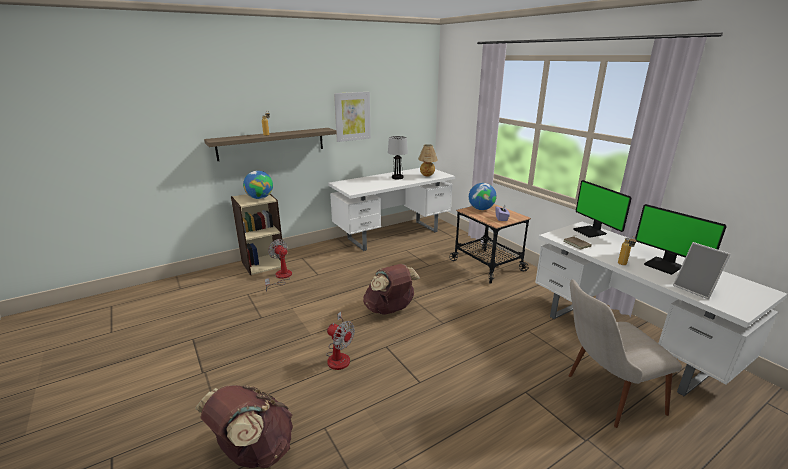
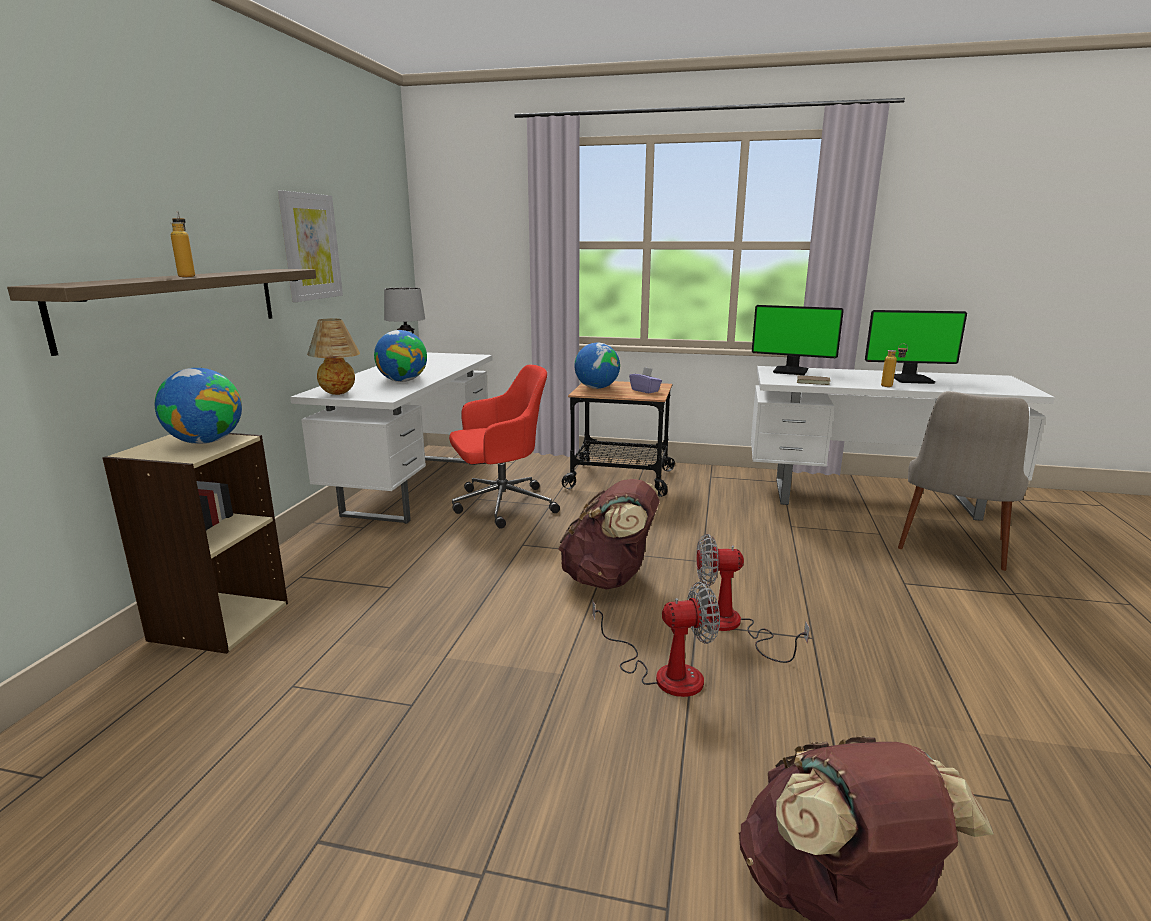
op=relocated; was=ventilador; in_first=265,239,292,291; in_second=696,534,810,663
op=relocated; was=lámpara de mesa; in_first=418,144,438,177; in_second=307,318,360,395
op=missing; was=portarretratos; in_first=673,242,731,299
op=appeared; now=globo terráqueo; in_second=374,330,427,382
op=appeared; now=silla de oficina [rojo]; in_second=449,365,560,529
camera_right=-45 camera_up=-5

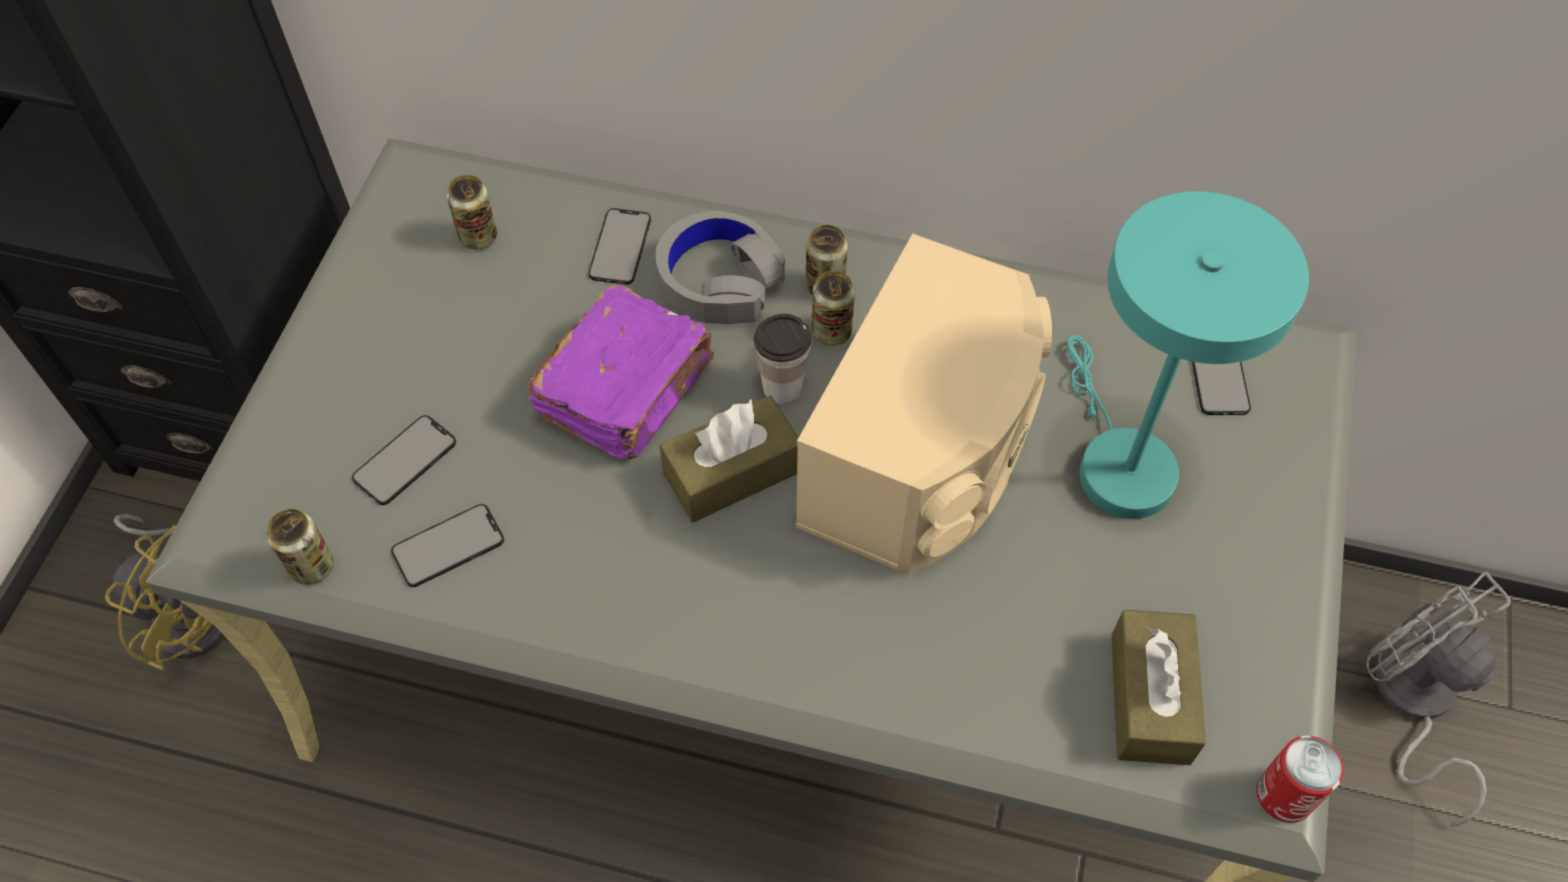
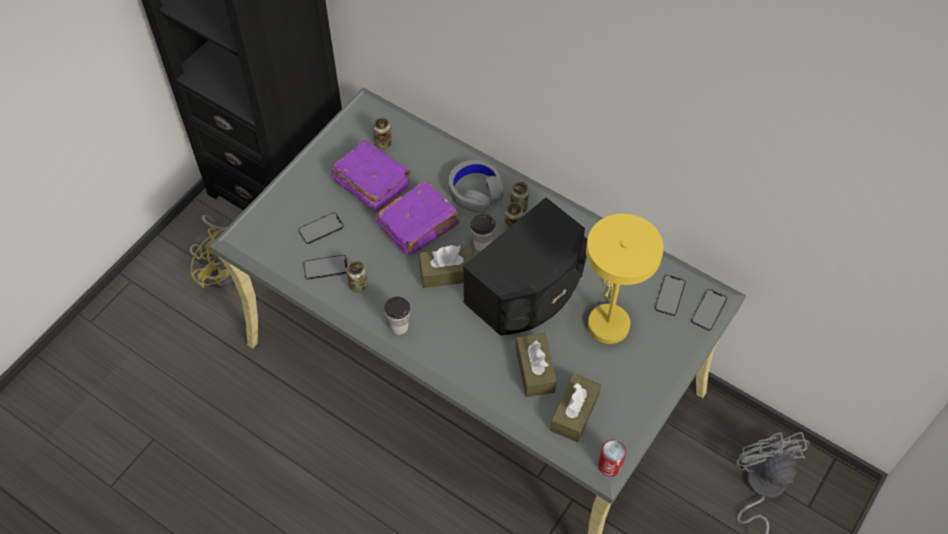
op=relocated; was=lata; in_first=267,509,334,585; in_second=346,261,368,293
op=relocated; was=móvil; in_first=588,208,651,285; in_second=691,289,727,331
op=colour; was=altavoz [beis]; now=altavoz [negro]; in_first=796,233,1052,575; in_second=463,198,588,336
op=colour; was=lámpara de mesa [turquesa]; now=lámpara de mesa [amarillo]; in_first=1067,191,1309,519; in_second=586,214,664,344
op=appeared; now=libro [morado]; in_second=331,140,411,211
op=appeared; now=taza; in_second=385,297,410,335
op=appeared; now=caja de pañuelos [marrón]; in_second=516,333,557,397
camera_right=20 camera_up=0

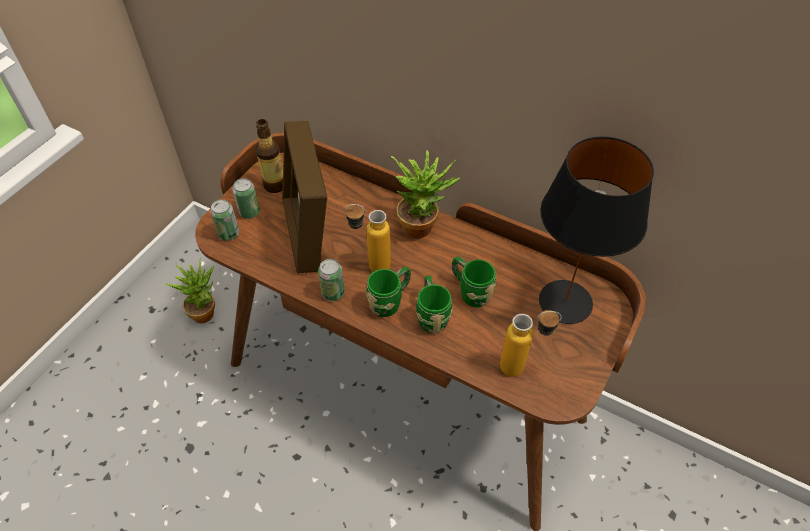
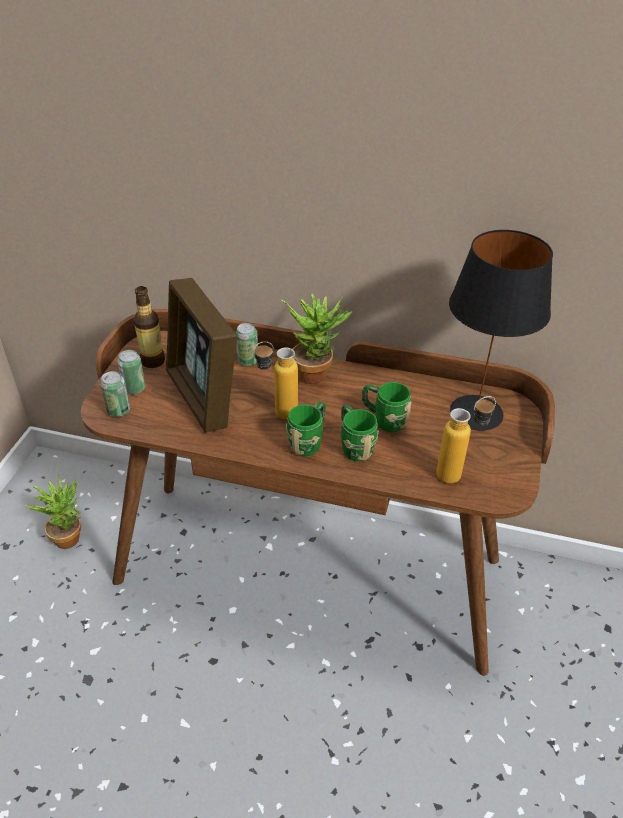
op=relocated; was=lata; in_first=318,259,345,301; in_second=236,323,258,366
camera_right=-15 camera_up=-10

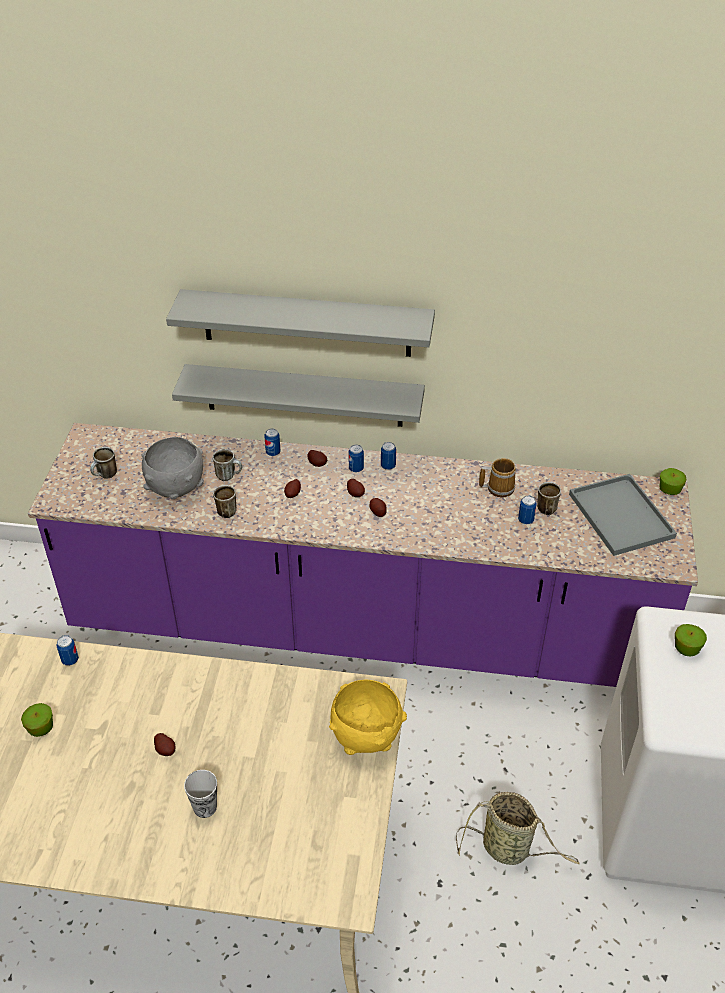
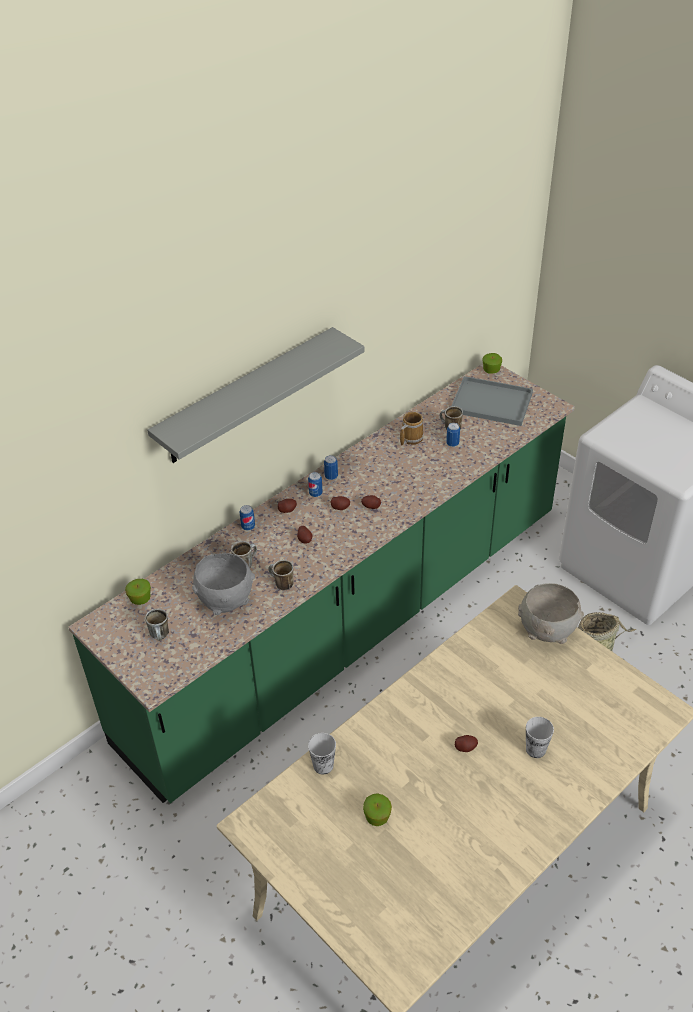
op=colour; was=mueble bajo de cocina [morado]; now=mueble bajo de cocina [verde]; in_first=28,423,698,687; in_second=68,364,575,803
op=exchanged; was=lata; now=taza; in_first=56,635,79,666; in_second=308,733,336,775
op=missing; was=estante [gris]; in_first=172,364,425,427
op=colour; was=cuenco [amarillo]; now=cuenco [gris]; in_first=329,680,407,755; in_second=518,583,584,644
op=relocated; was=manzana; in_first=675,624,707,657; in_second=125,579,151,605
camera_right=-50 camera_up=0

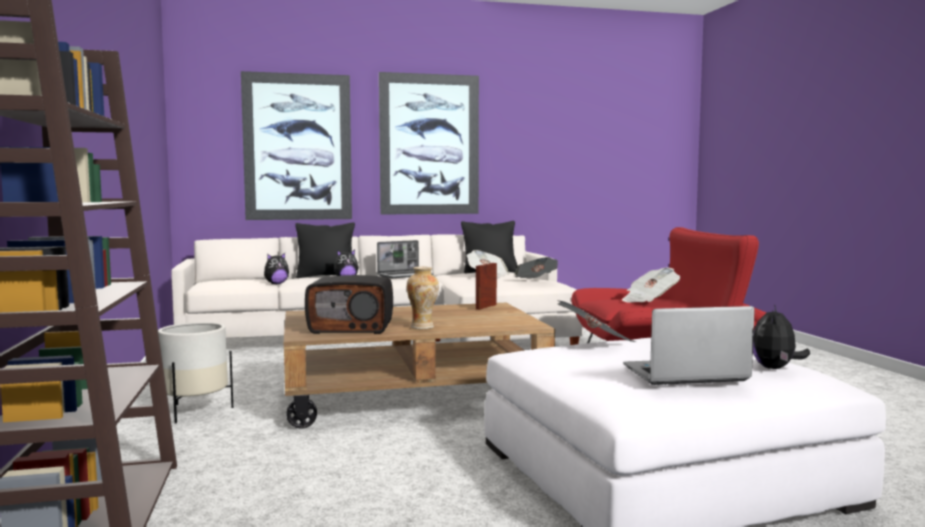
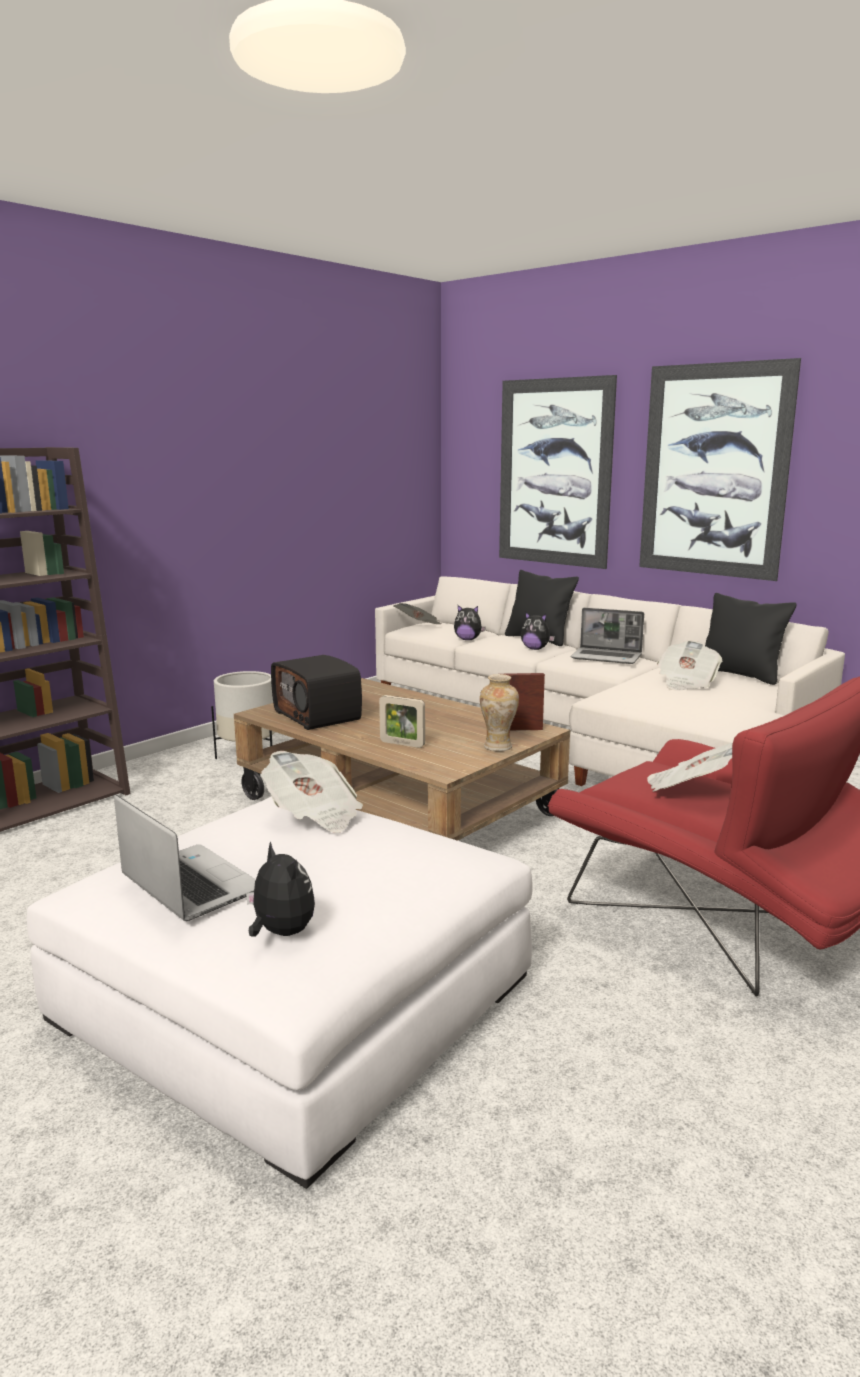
op=relocated; was=florero; in_first=407,266,439,329; in_second=480,674,519,751
op=relocated; was=periódico; in_first=515,257,558,279; in_second=393,603,441,624
op=spun; was=peluche; in_first=753,305,810,369; in_second=246,841,315,936; clockwise=60
op=appeared; now=portarretratos; in_second=379,695,425,748
camera_right=55 camera_up=10

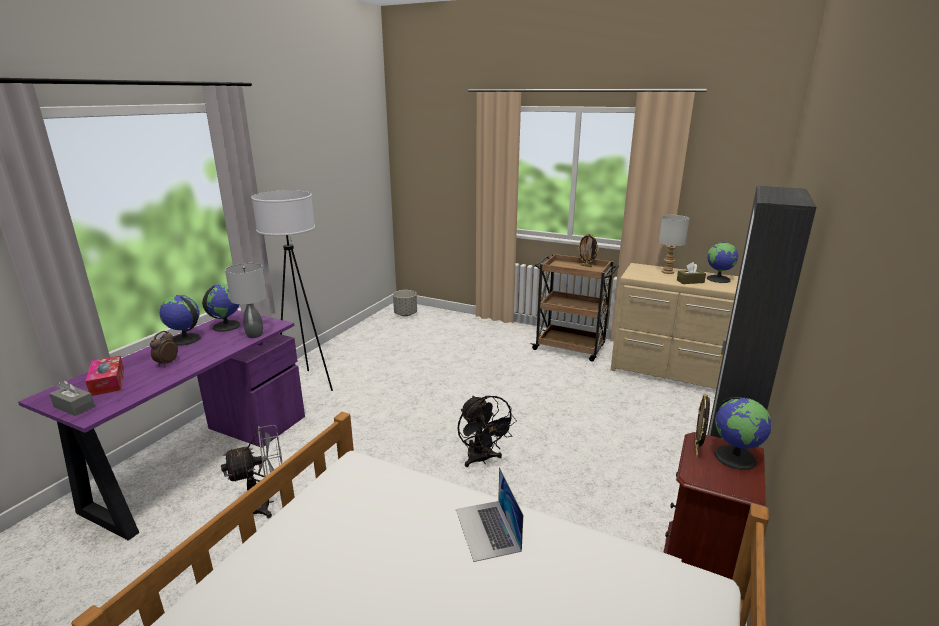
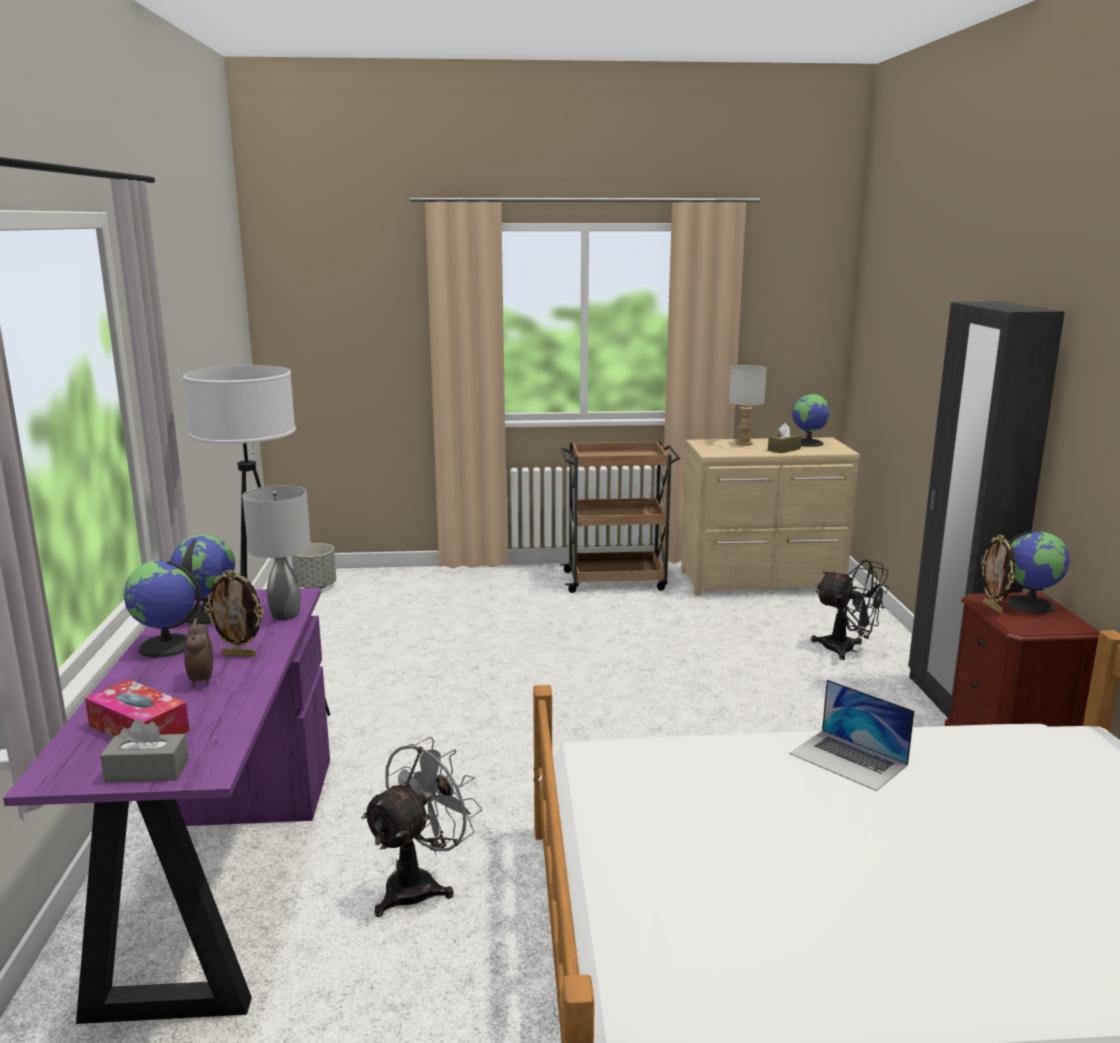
op=relocated; was=ventilador [negro]; in_first=458,396,517,467; in_second=811,560,889,660
op=relocated; was=portarretratos; in_first=578,233,599,267; in_second=204,570,264,657
camera_right=-30 camera_up=-5

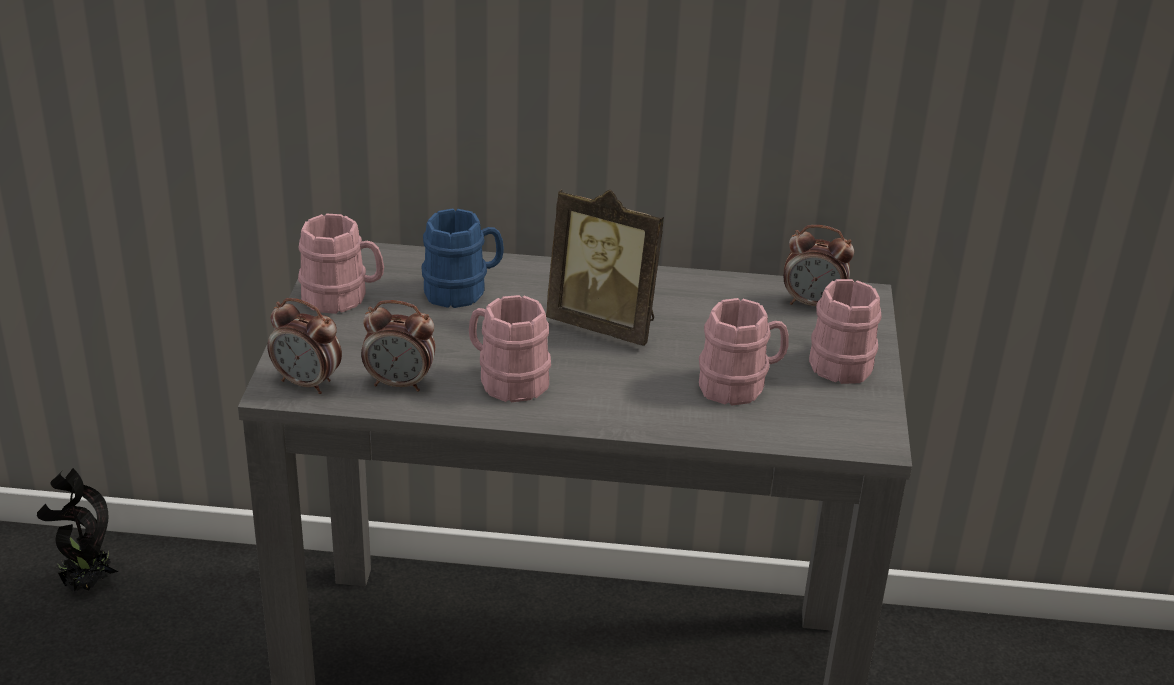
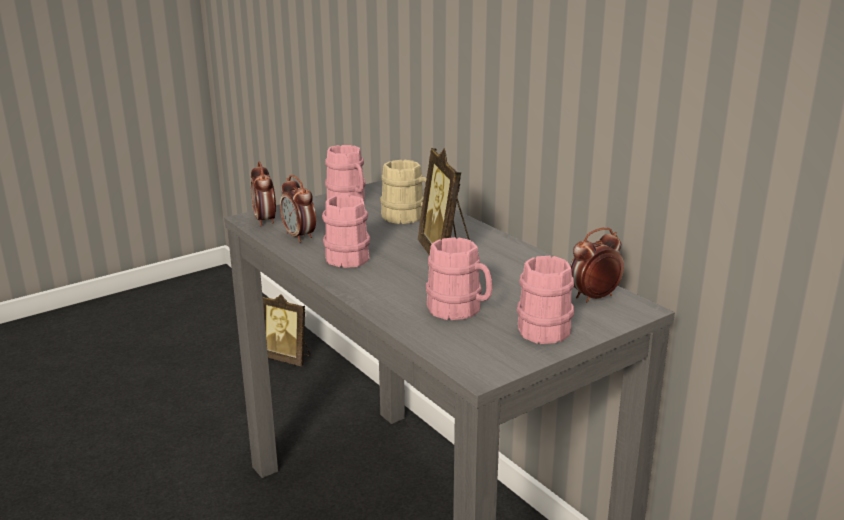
op=exchanged; was=planta en maceta; now=portarretratos; in_first=37,468,118,591; in_second=263,294,310,366
op=colour; was=taza grande [azul]; now=taza grande [beis]; in_first=421,208,504,308; in_second=380,160,427,224
op=spun; was=despertador; in_first=784,225,854,306; in_second=570,228,624,302; clockwise=90
camera_right=50 camera_up=-10

